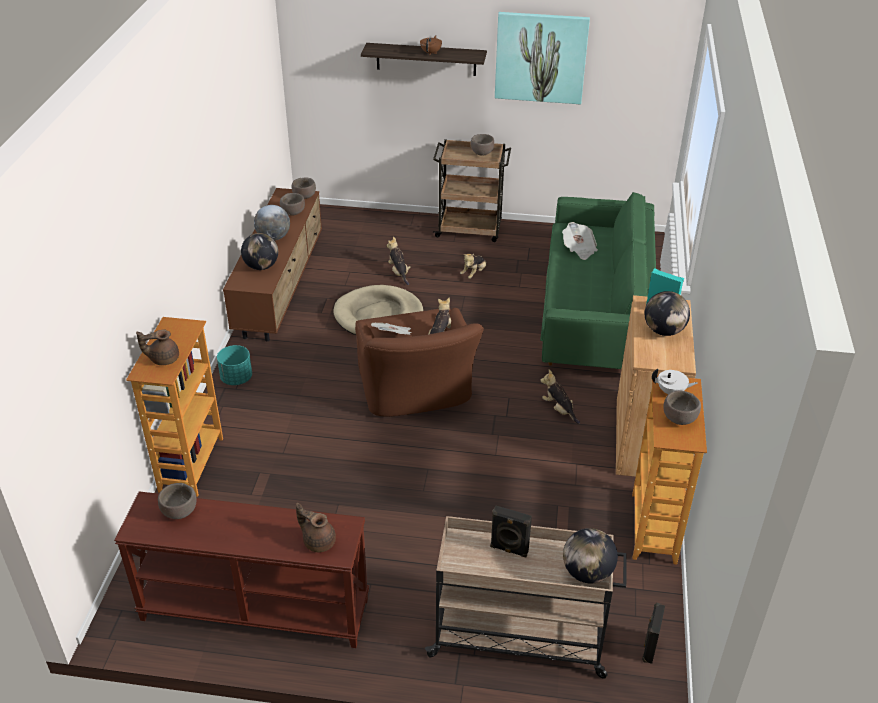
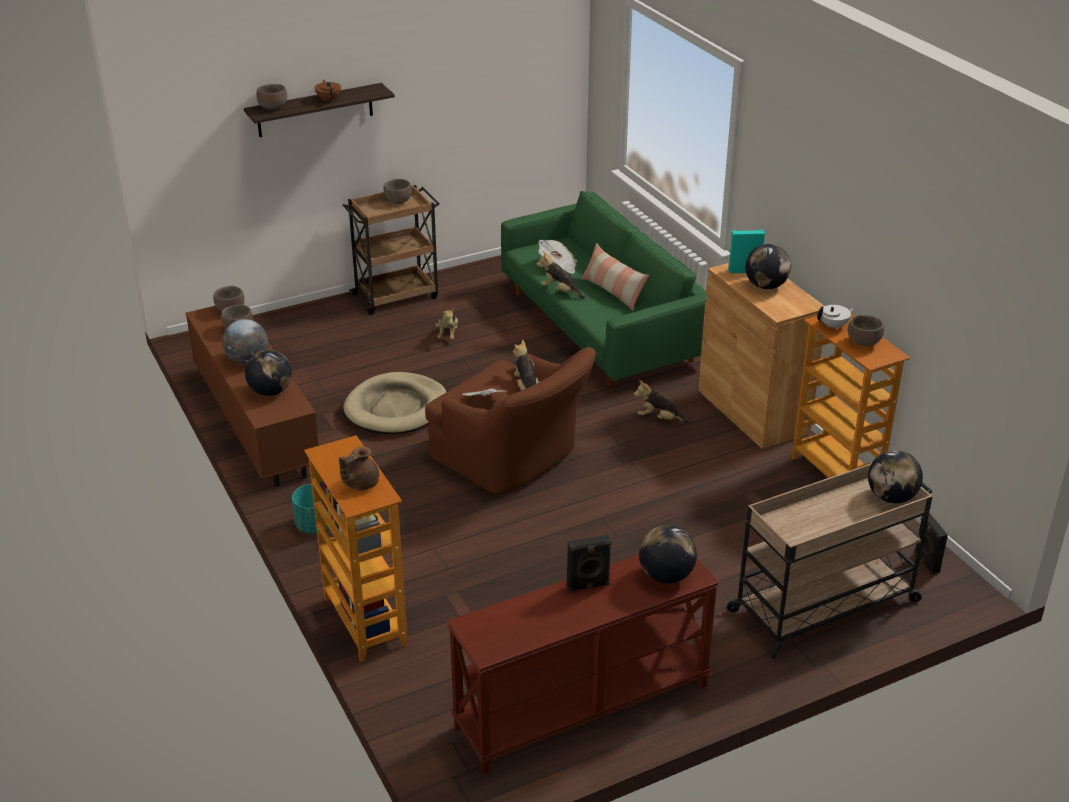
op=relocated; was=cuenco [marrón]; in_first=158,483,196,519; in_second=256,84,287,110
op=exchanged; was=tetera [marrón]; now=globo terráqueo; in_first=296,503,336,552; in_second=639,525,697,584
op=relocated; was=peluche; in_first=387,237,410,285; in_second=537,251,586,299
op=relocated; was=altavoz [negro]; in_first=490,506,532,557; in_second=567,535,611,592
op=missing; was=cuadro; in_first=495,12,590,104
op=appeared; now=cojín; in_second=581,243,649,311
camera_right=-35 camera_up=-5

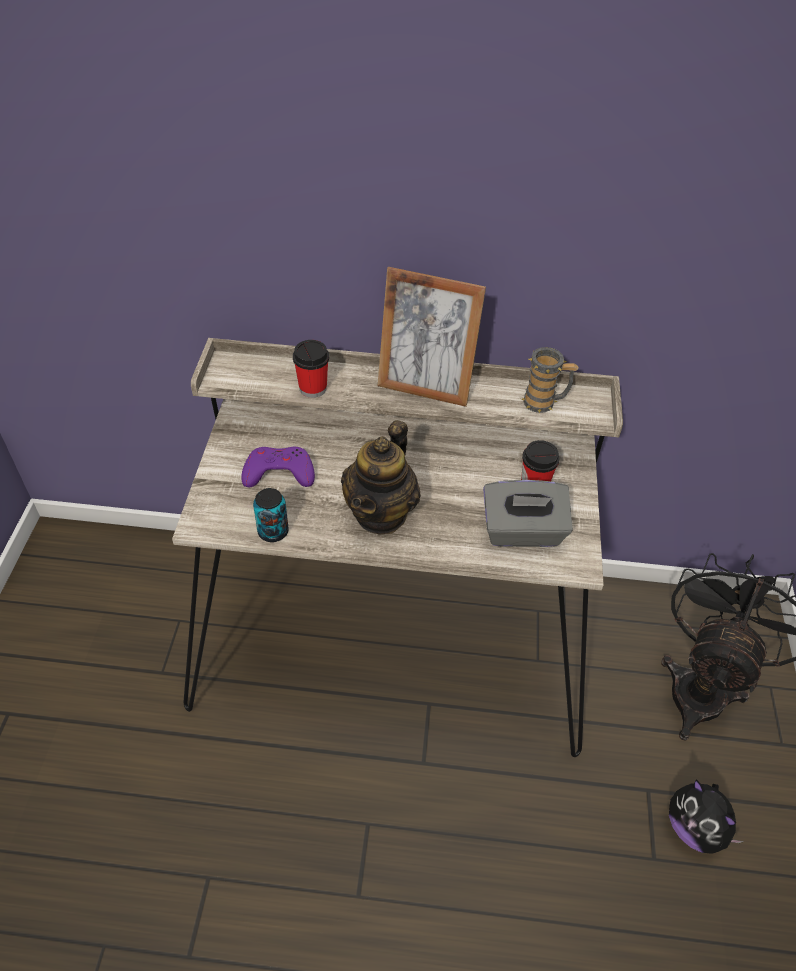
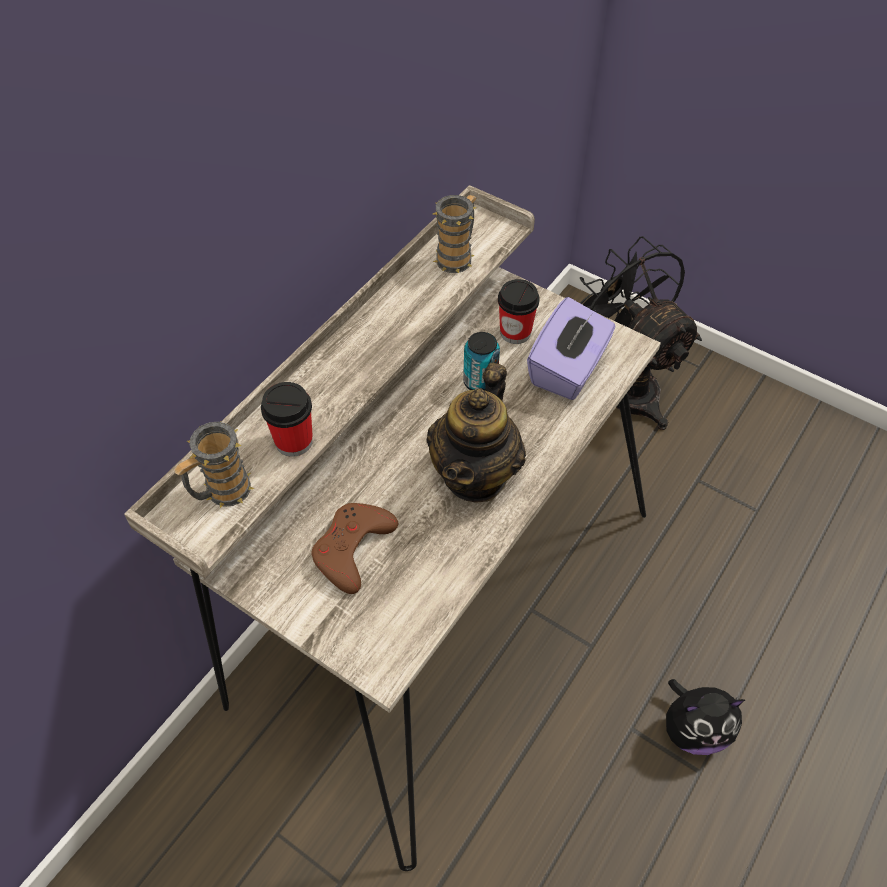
op=colour; was=mando de consola [morado]; now=mando de consola [marrón]; in_first=241,447,315,487; in_second=311,503,398,594
op=relocated; was=lata; in_first=253,488,289,542; in_second=463,332,500,390
op=spun; was=tetera; in_first=341,420,421,534; in_second=426,363,526,503; clockwise=60
op=missing; was=portarretratos; in_first=378,267,486,407
op=colour; was=caja de pañuelos [gris]; now=caja de pañuelos [morado]; in_first=483,480,573,547; in_second=527,297,616,400
op=relocated; was=peluche; in_first=669,779,744,854; in_second=666,679,745,755
op=appeared; now=taza grande; in_second=174,421,254,508
camera_right=-60 camera_up=5

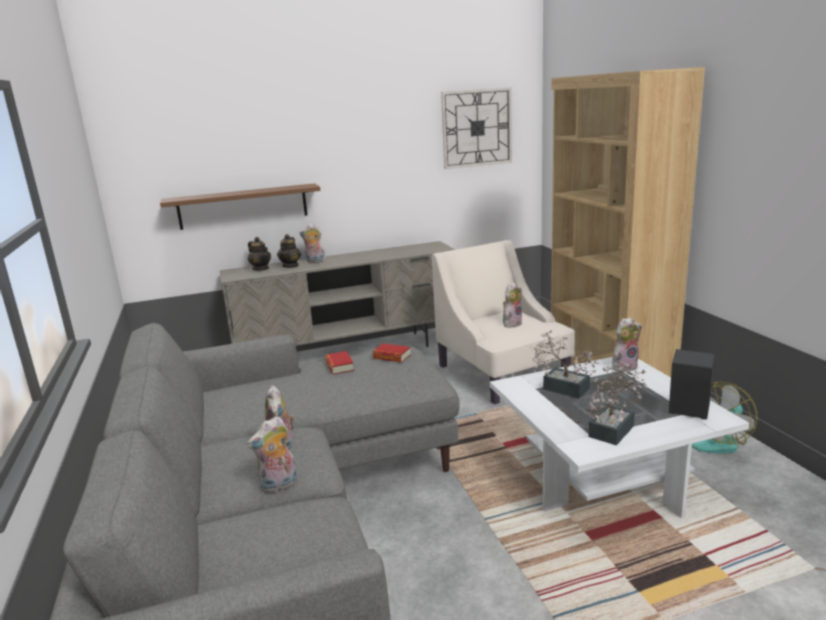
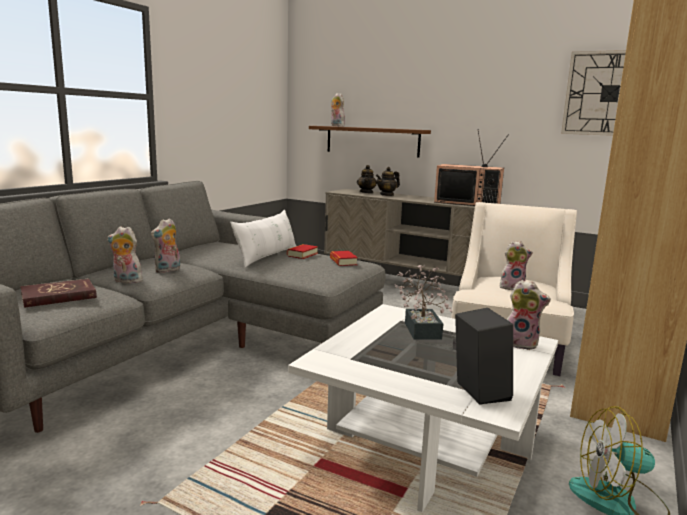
op=relocated; was=peluche; in_first=300,224,326,263; in_second=331,93,345,126
op=missing; was=planta en maceta; in_first=587,364,647,445
op=appeared; now=libro [rojo]; in_second=20,278,97,308
op=appeared; now=cojín [blanco]; in_second=230,210,296,268
op=appeared; now=televisor; in_second=434,129,509,206
camera_right=45 camera_up=-5

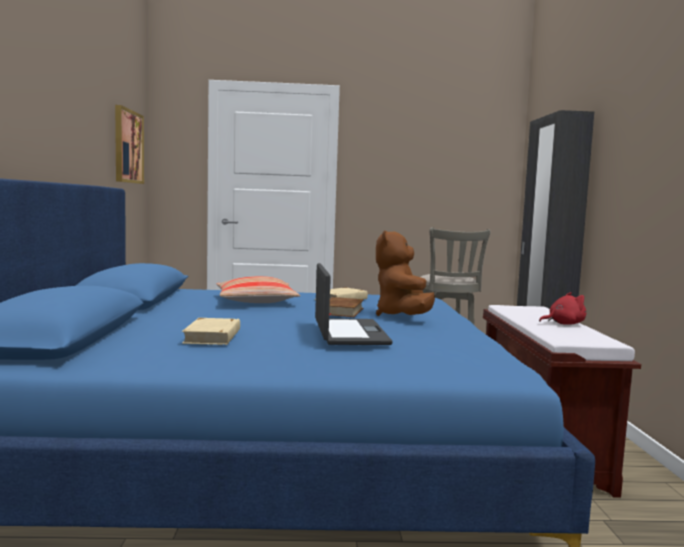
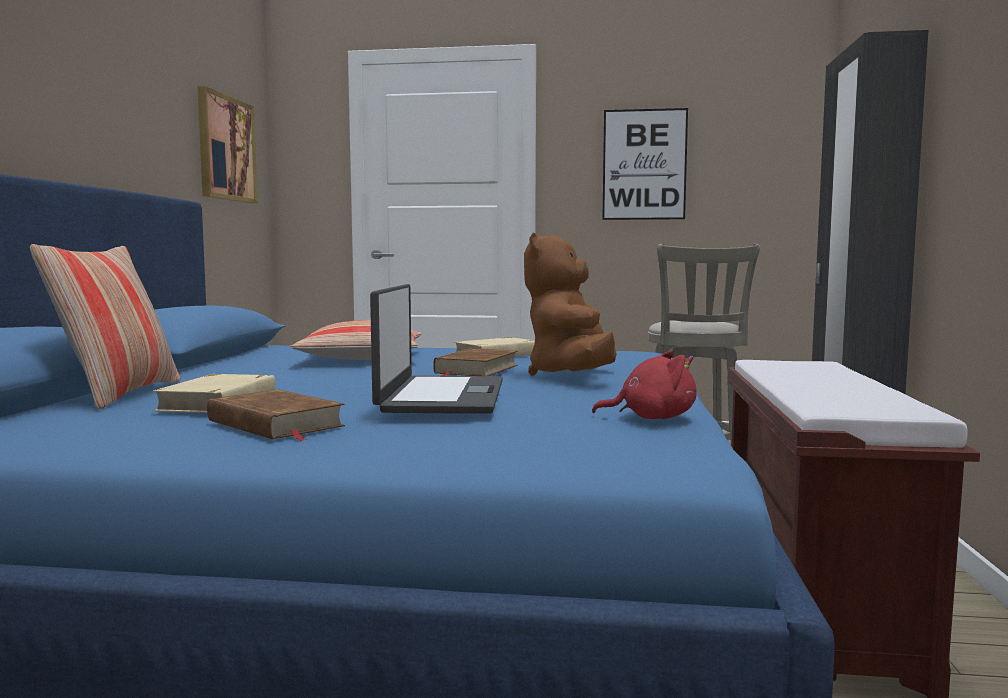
op=relocated; was=peluche [rojo]; in_first=539,292,586,325; in_second=592,350,696,419
op=appeared; now=cojín; in_second=30,244,181,410
op=appeared; now=libro [marrón]; in_second=207,389,345,441
op=appeared; now=cuadro; in_second=602,108,688,220
camera_right=10 camera_up=0

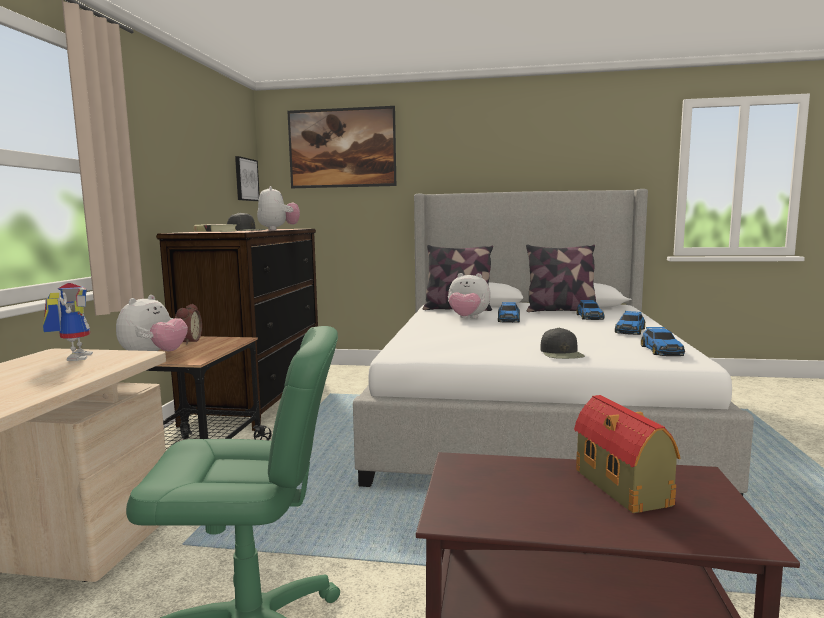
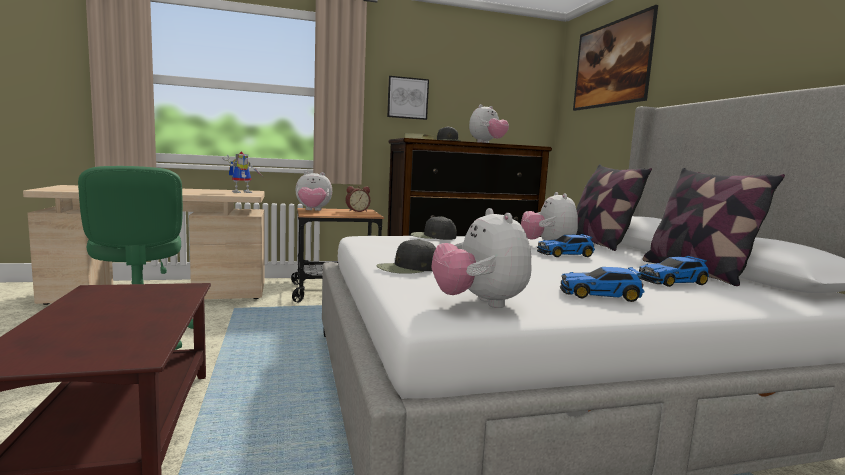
op=relocated; was=cuadro; in_first=235,156,260,201; in_second=387,76,429,120
op=missing; was=casita; in_first=574,395,681,513
op=exchanged; was=coche de juguete; now=peluche; in_first=641,327,685,356; in_second=431,208,532,308
op=appeared; now=gorra [negro]; in_second=411,216,457,240
camera_right=65 camera_up=0

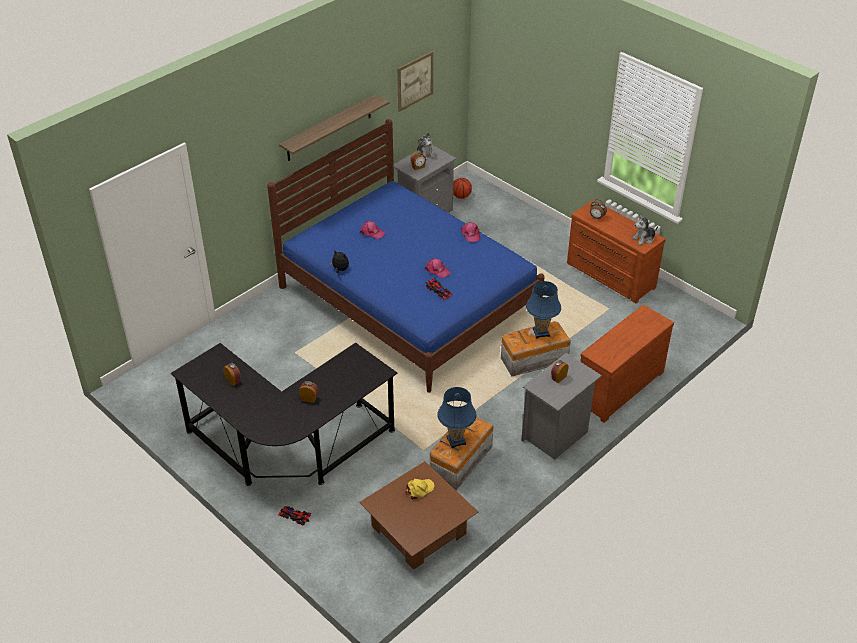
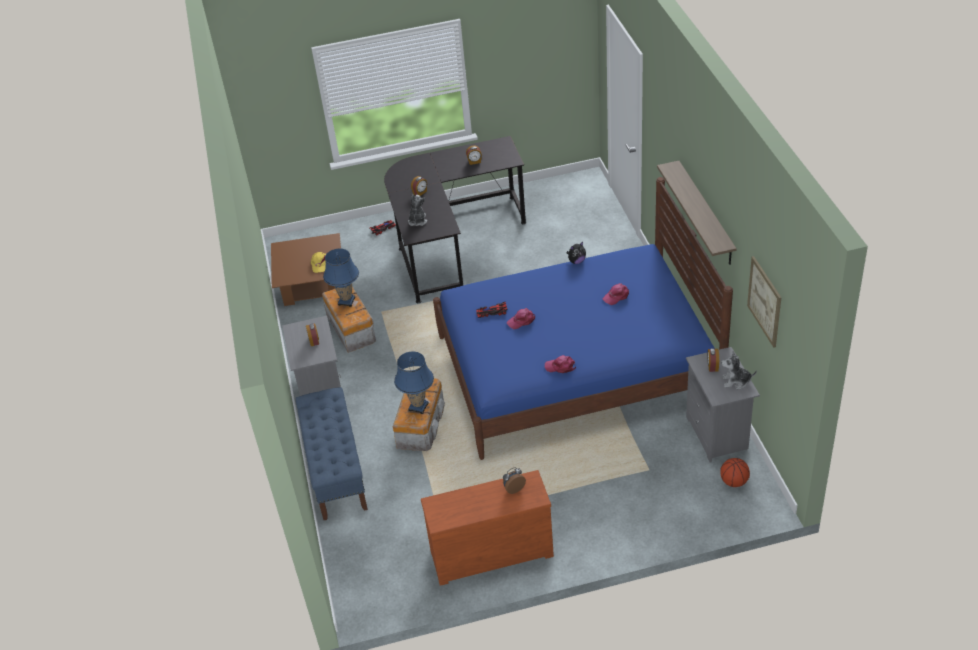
op=exchanged; was=cómoda [marrón]; now=banco [azul]; in_first=580,305,674,423; in_second=296,387,368,520
op=relocated; was=peluche; in_first=632,214,658,245; in_second=408,194,427,226
camera_right=125 camera_up=0

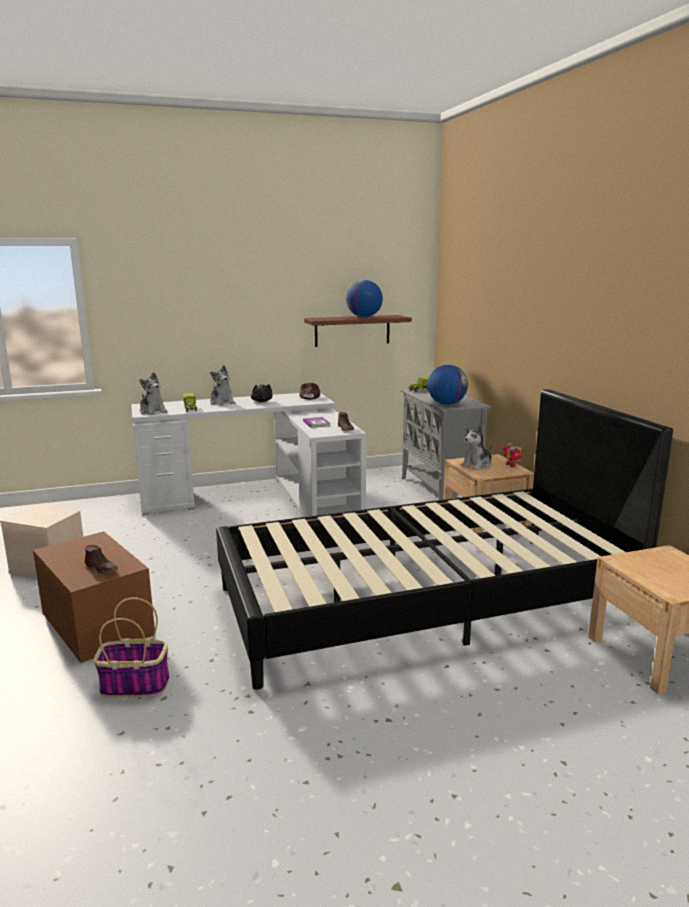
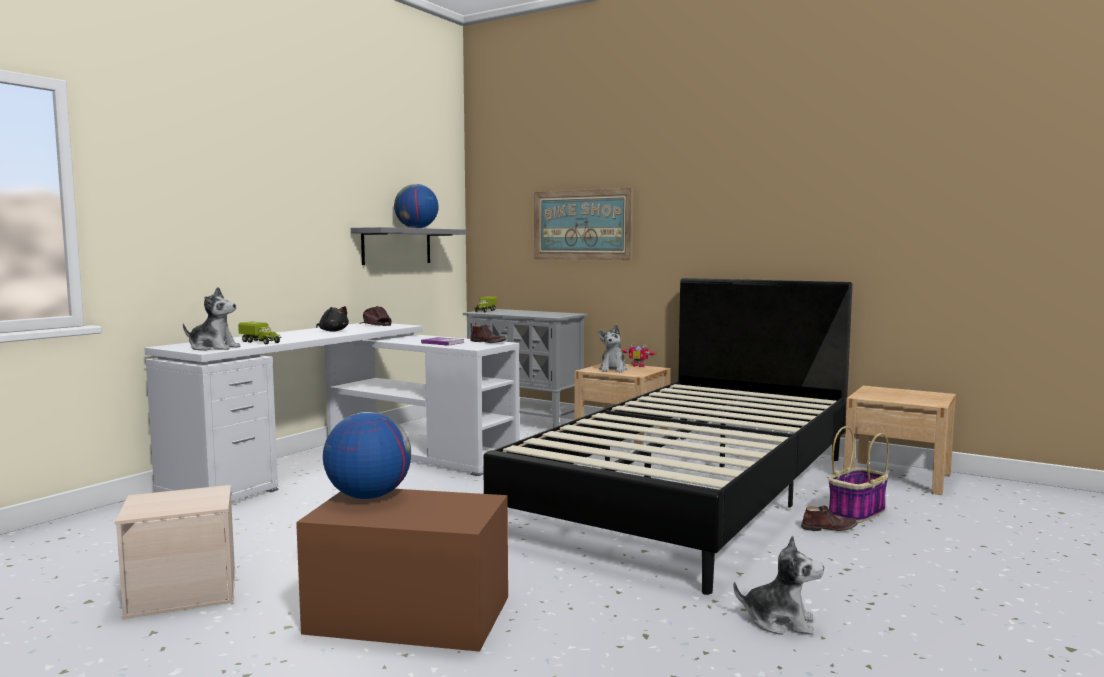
op=relocated; was=zapato [marrón]; in_first=85,545,118,574; in_second=801,505,858,531
op=relocated; was=cesta; in_first=94,597,169,697; in_second=828,426,889,523
op=relocated; was=peluche; in_first=210,365,235,406; in_second=733,535,824,635
op=colour; was=estante [marrón]; now=estante [gris]; in_first=304,315,412,347; in_second=351,227,466,265
op=relocated; was=globo terráqueo; in_first=428,365,468,405; in_second=323,412,411,499
op=appeared; now=cuadro; in_second=534,188,633,260
camera_right=-40 camera_up=-10

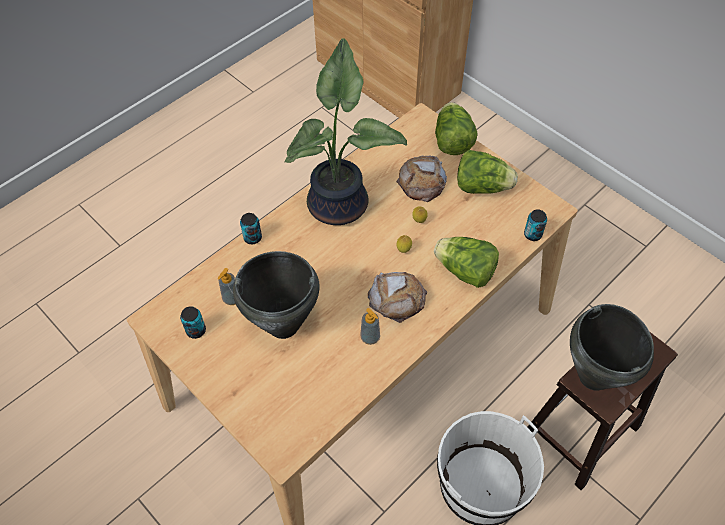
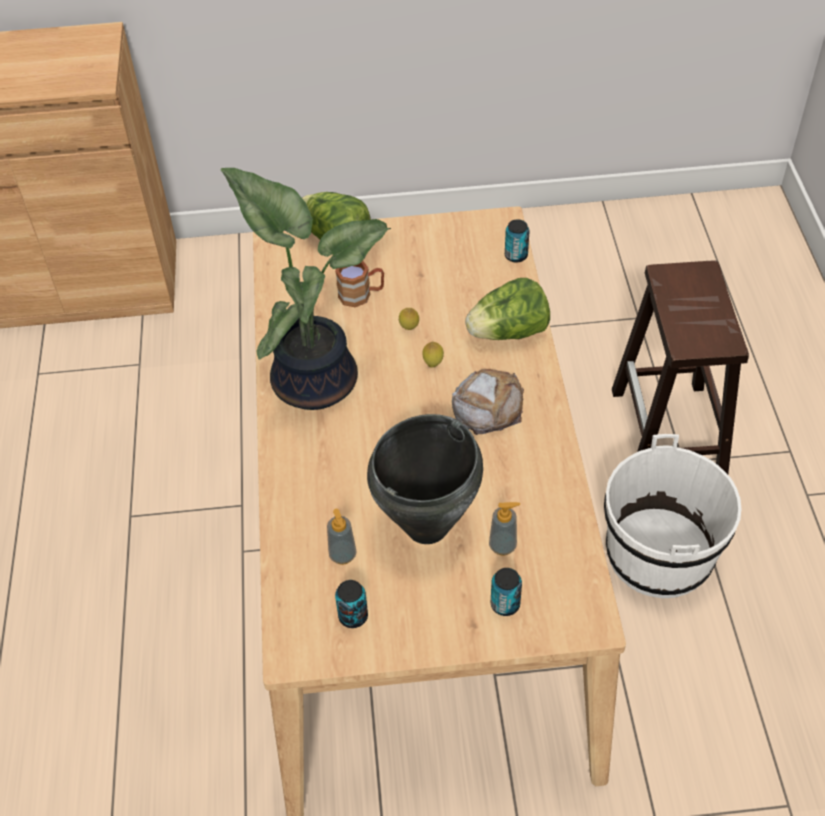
op=relocated; was=lata; in_first=240,213,262,244; in_second=491,568,522,616
op=relocated; was=dispensador de jabón; in_first=360,308,380,345; in_second=489,502,520,556
op=exchanged; was=pan; now=taza grande [marrón]; in_first=396,155,447,202; in_second=335,261,384,307
op=missing; was=lechuga; in_first=457,150,518,194
op=missing; was=olla [negro]; in_first=570,304,654,391
camera_right=-50 camera_up=-5

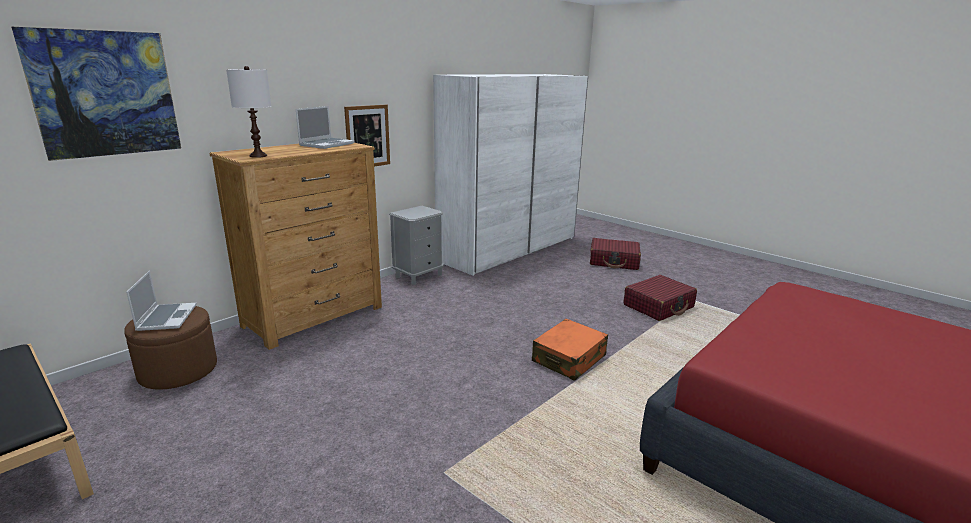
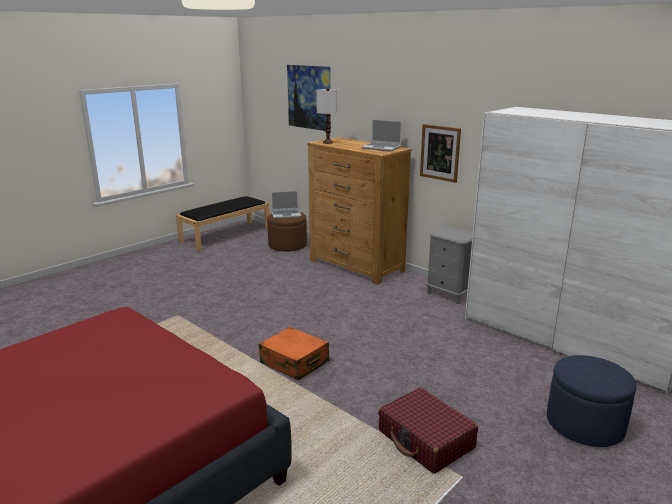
op=exchanged; was=maleta [rojo]; now=puf [azul]; in_first=590,238,641,270; in_second=547,355,636,447
camera_right=90 camera_up=0

